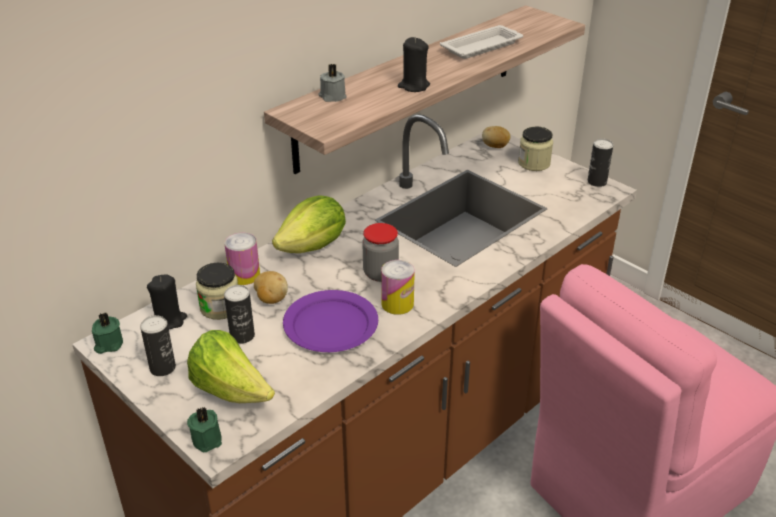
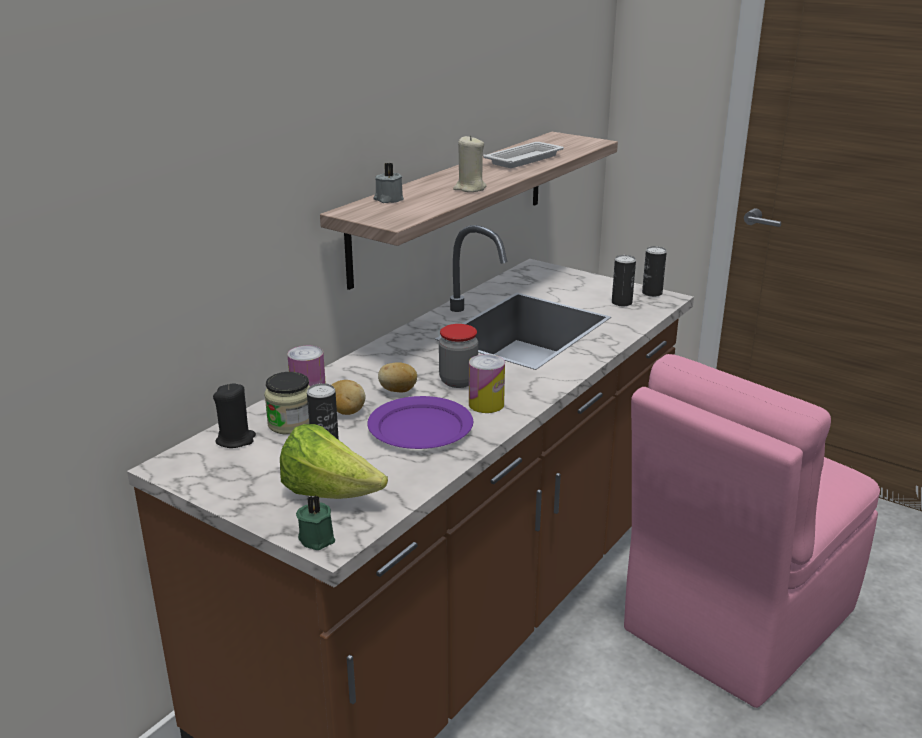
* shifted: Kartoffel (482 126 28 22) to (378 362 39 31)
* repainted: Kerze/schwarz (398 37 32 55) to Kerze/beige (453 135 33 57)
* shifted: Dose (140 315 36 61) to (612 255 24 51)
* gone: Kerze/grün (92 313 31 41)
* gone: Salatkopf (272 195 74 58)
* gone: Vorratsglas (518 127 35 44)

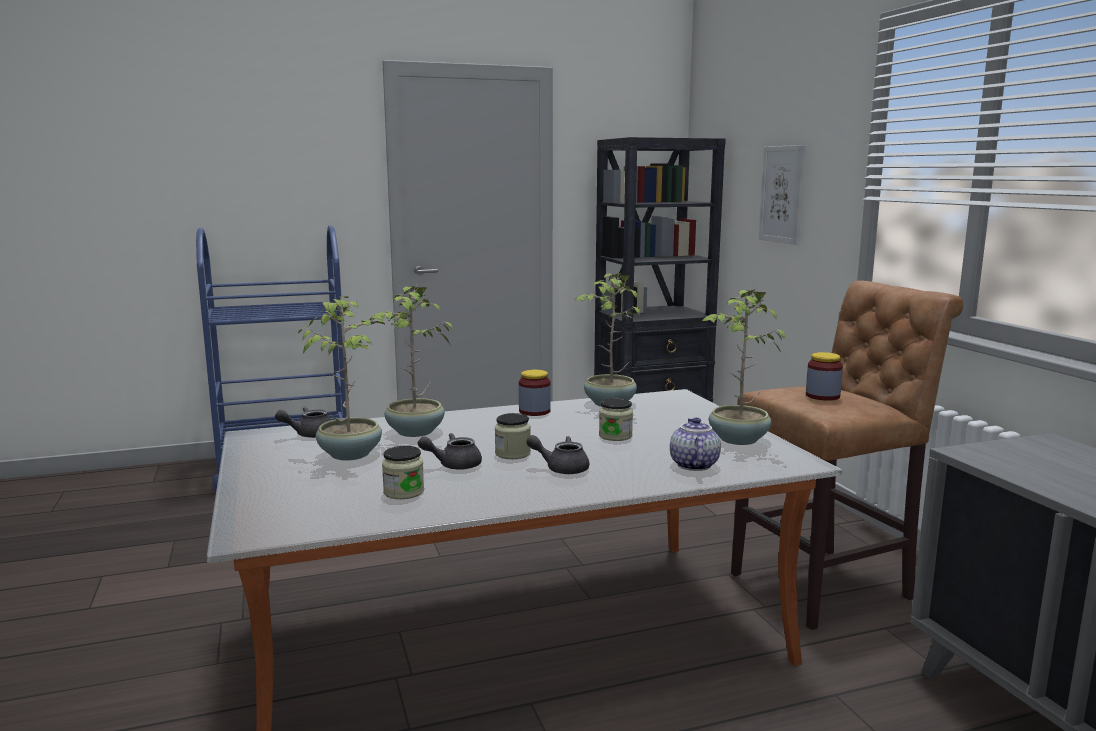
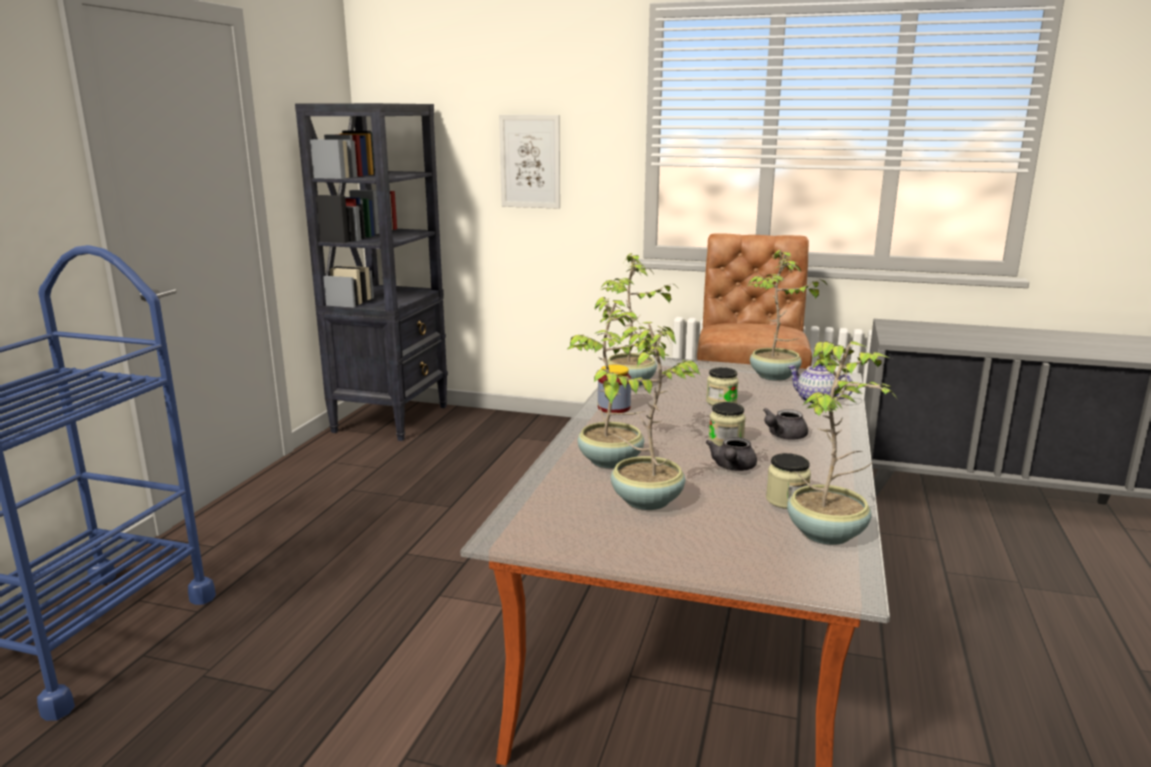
* new: Topfpflanze (787 341 109 204)
* gone: Teekanne/grau (275 407 56 31)
* gone: Vorratsglas (806 352 37 49)

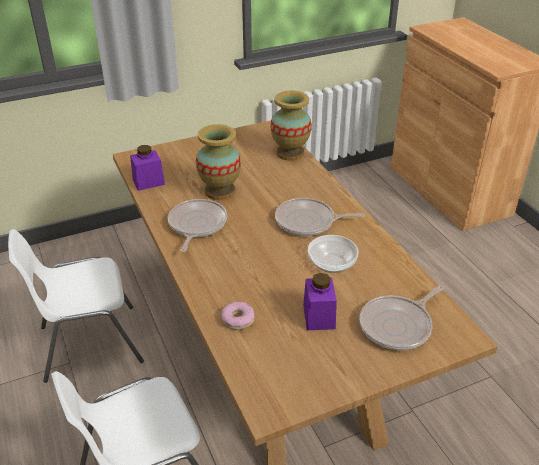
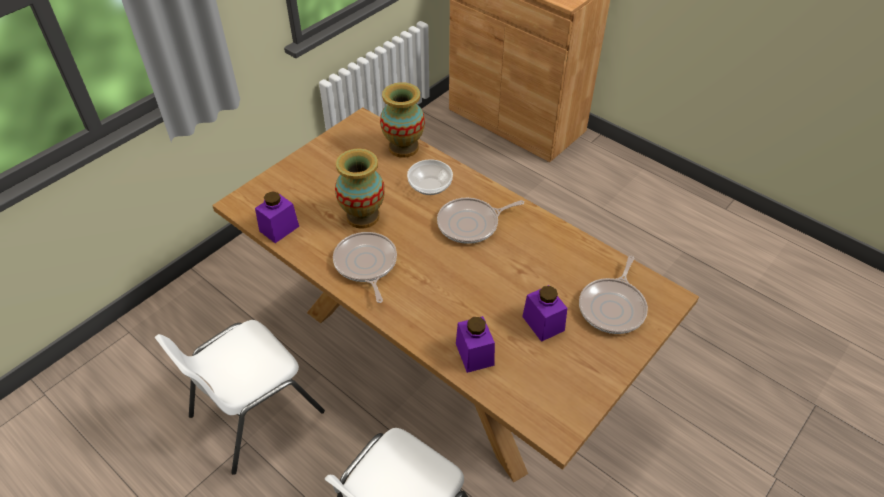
* shifted: Schüssel (308 235 50 38) to (407 159 46 36)
* swapped: Donut (221 301 33 29) to Vorratsglas/lila (456 316 39 57)

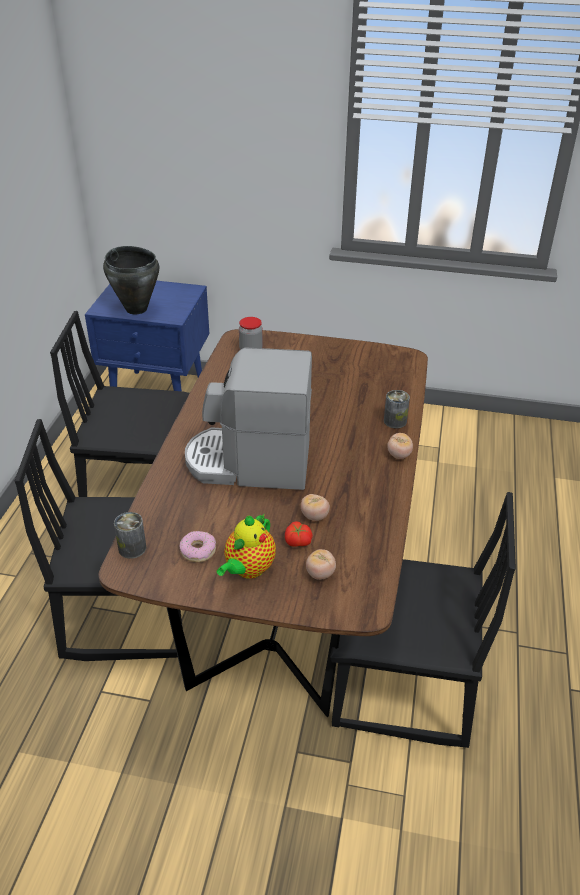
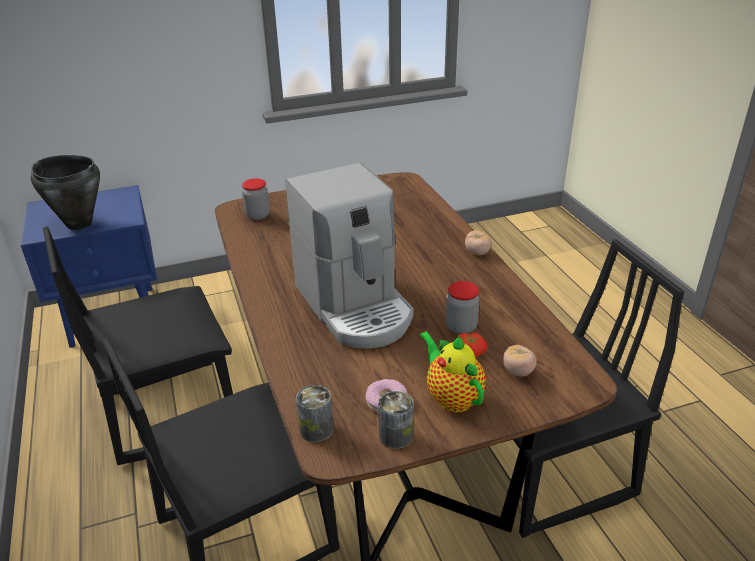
* rotated: Kaffeemaschine (185 347 127 143) = (285 163 129 186) 90 degrees counterclockwise
* shifted: Dose (384 390 26 39) to (378 391 35 58)
* rotated: Teekanne (217 514 59 65) = (419 331 67 81) 150 degrees clockwise
* swapped: Tomate (301 494 29 27) to Vorratsglas (446 281 34 53)

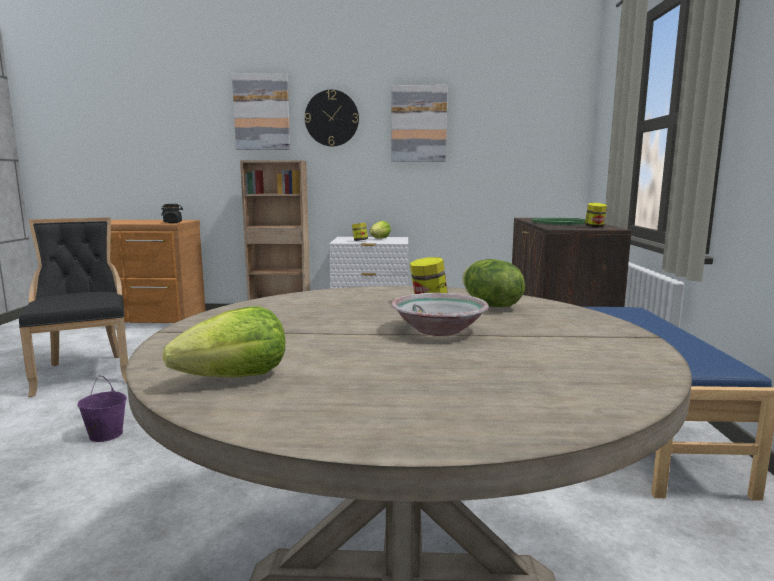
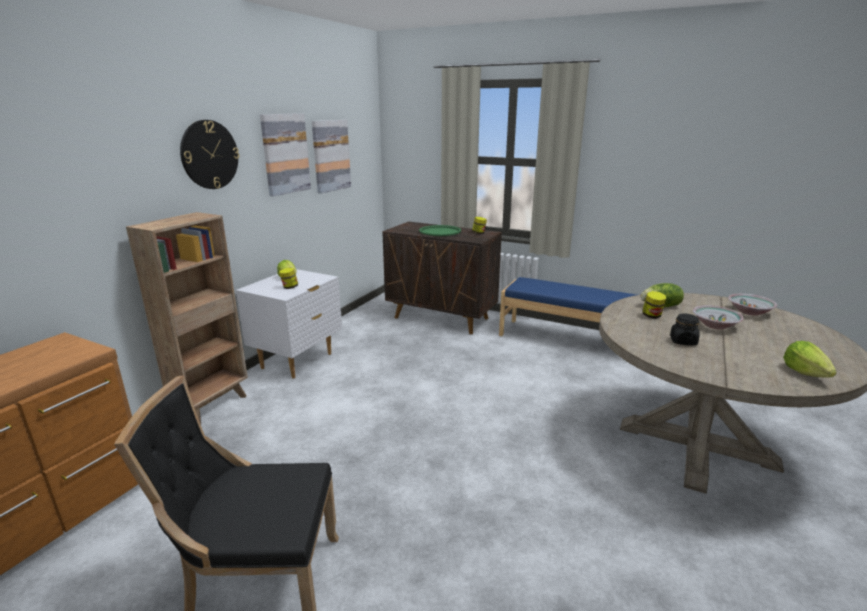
* shifted: Bild (232 73 58 77) to (312 120 39 74)
* shifted: Vorratsglas/schwarz (161 204 22 19) to (670 313 30 33)
* new: Schüssel (728 294 49 22)
* gone: Eimer/lila (77 375 50 67)

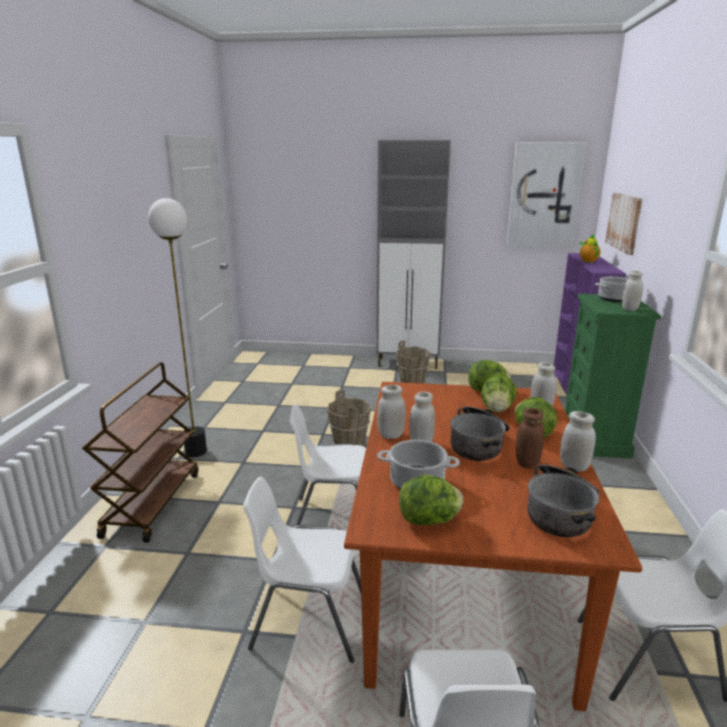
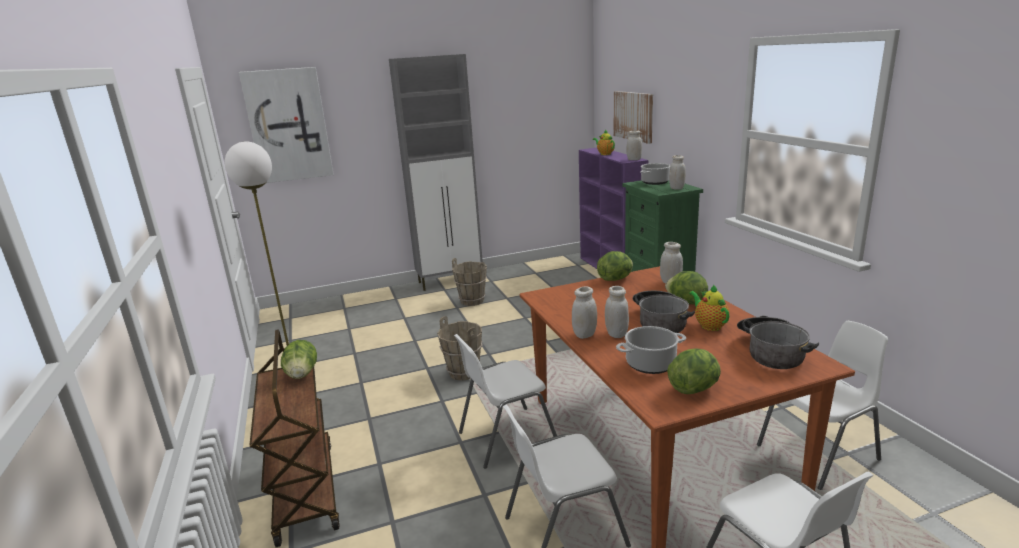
* shifted: Bild (507 142 80 106) to (239 67 95 116)
* shifted: Salatkopf (481 374 36 39) to (281 340 36 39)
* shifted: Vorratsglas/weiß (560 411 36 61) to (626 130 16 30)
* swapped: Vorratsglas/braun (516 408 28 61) to Teekanne (689 284 40 47)

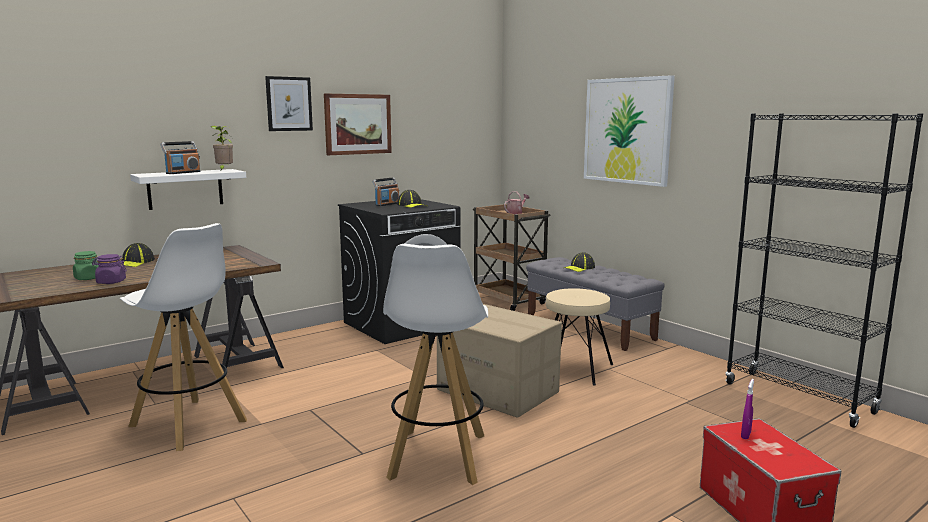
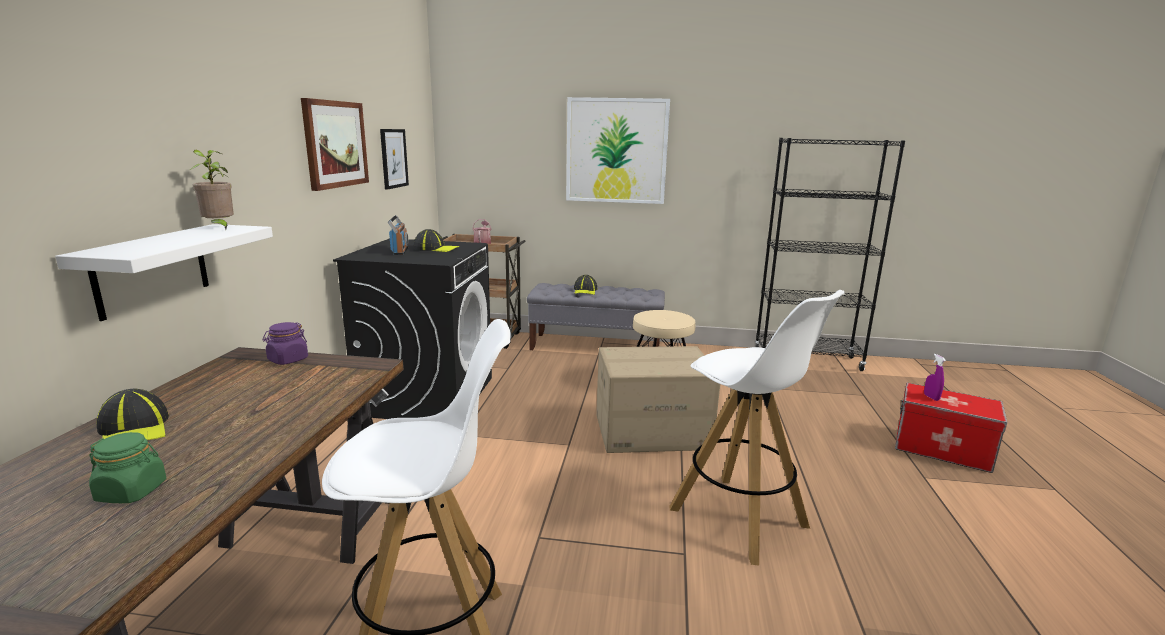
* shifted: Vorratsglas/lila (92 254 35 30) to (262 322 46 43)
* shifted: Bild (265 76 48 55) to (380 129 29 61)
* gone: Radio (160 141 41 33)

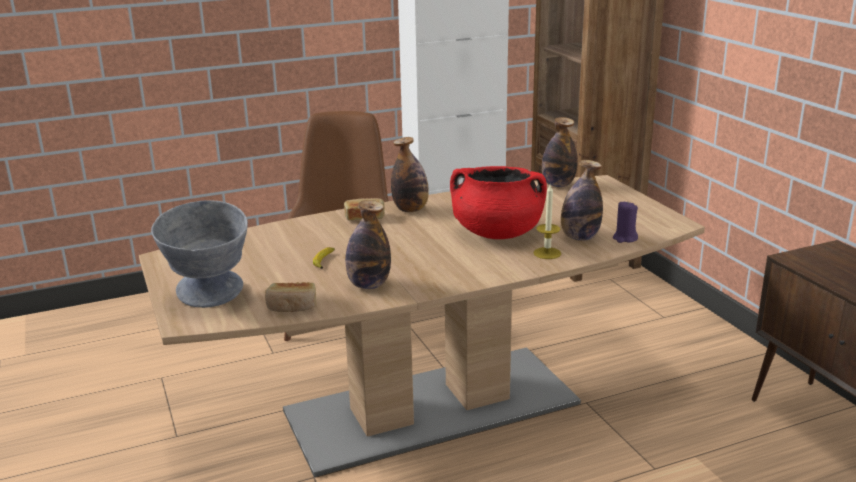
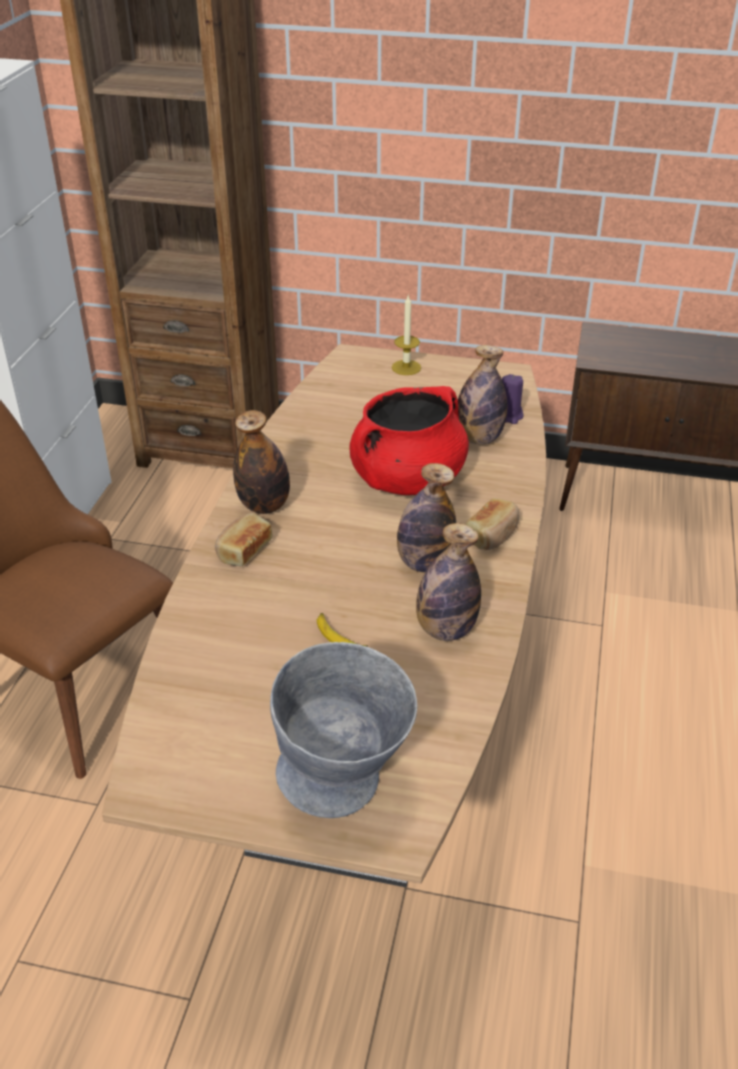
* shifted: Kerze (534 185 27 74) to (392 294 29 81)
* shifted: Flasche (542 117 36 70) to (397 463 59 109)
* shifted: Brot (265 282 51 30) to (466 498 53 52)

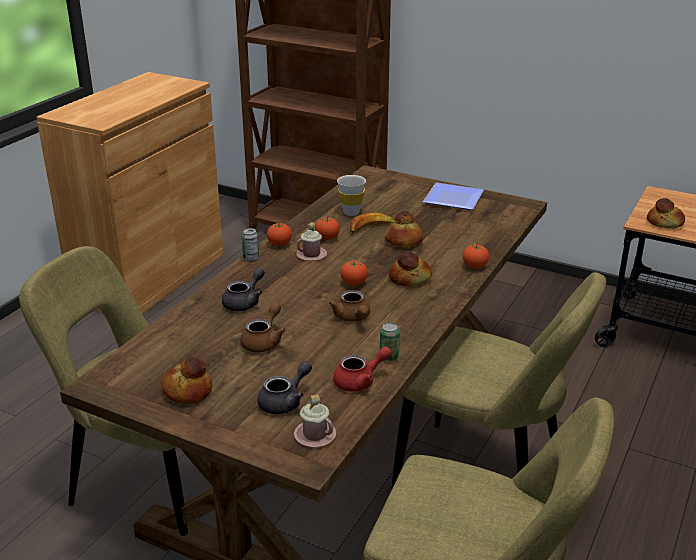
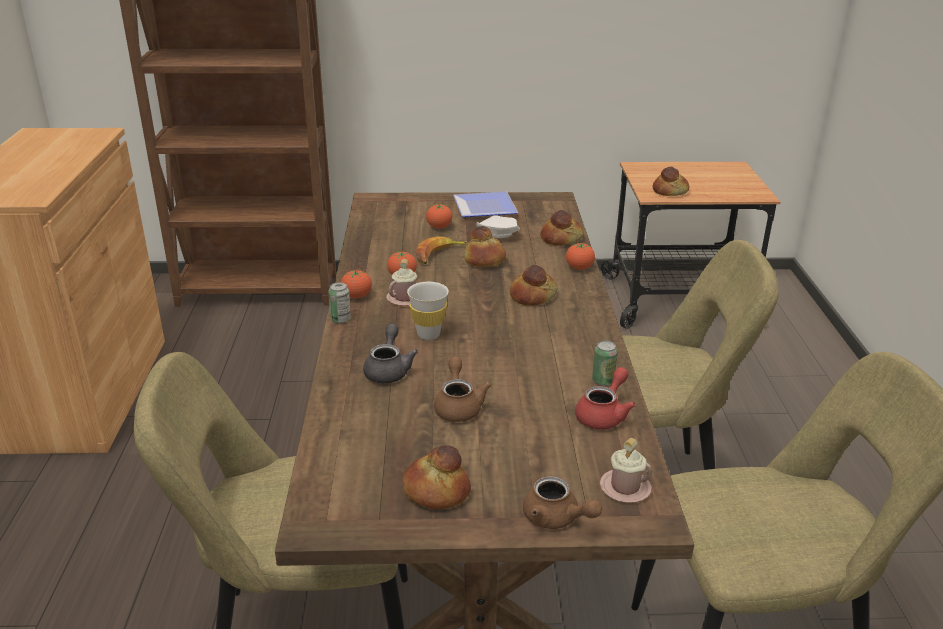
* shifted: Tasse/weiß (337 175 29 41) to (407 282 42 58)
* shifted: Tomate (340 260 28 26) to (426 204 27 25)
* new: Teller/weiß (476 215 44 23)
* shifted: Teekanne/braun (329 290 41 32) to (523 476 79 53)
* new: Brot (540 210 43 36)
* gone: Teekanne/grau (258 361 54 53)

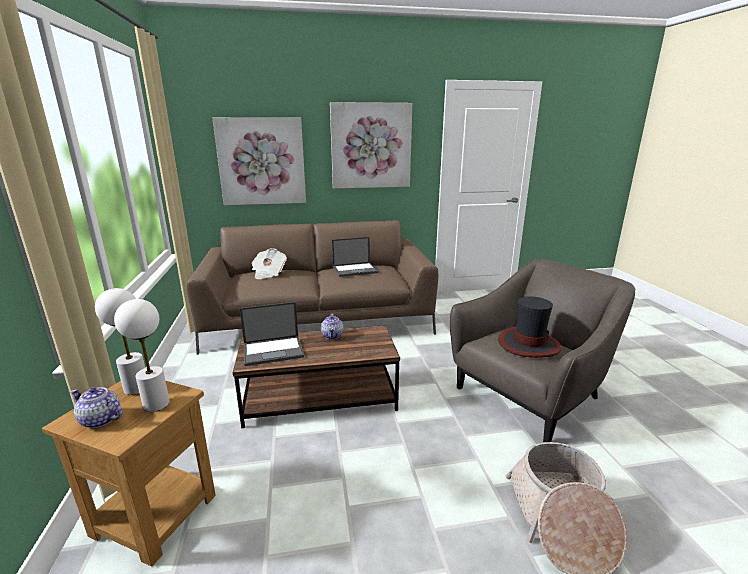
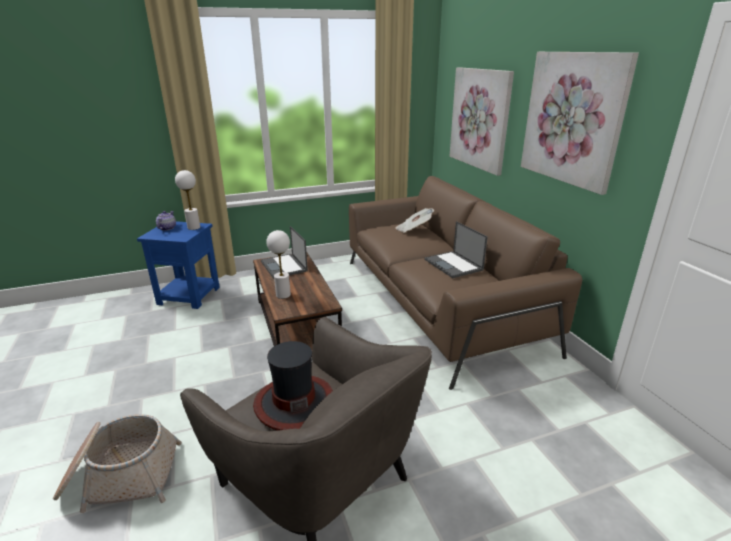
* repainted: Beistelltisch/braun (42 381 174 186) to Beistelltisch/blau (137 221 83 88)
* shifted: Tischlampe/weiß (114 299 56 113) to (266 230 25 69)
* gone: Teekanne (321 313 23 26)

